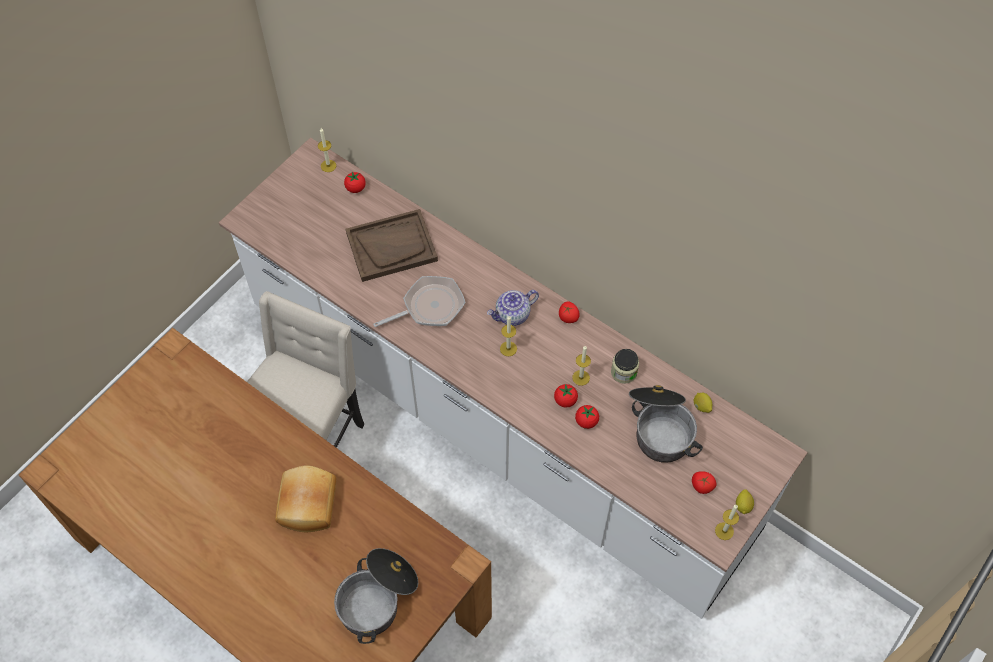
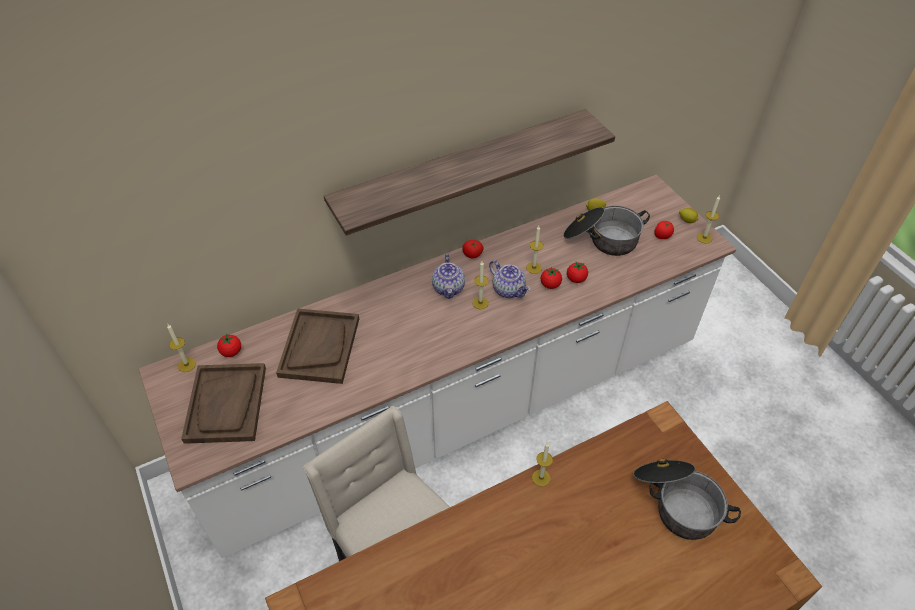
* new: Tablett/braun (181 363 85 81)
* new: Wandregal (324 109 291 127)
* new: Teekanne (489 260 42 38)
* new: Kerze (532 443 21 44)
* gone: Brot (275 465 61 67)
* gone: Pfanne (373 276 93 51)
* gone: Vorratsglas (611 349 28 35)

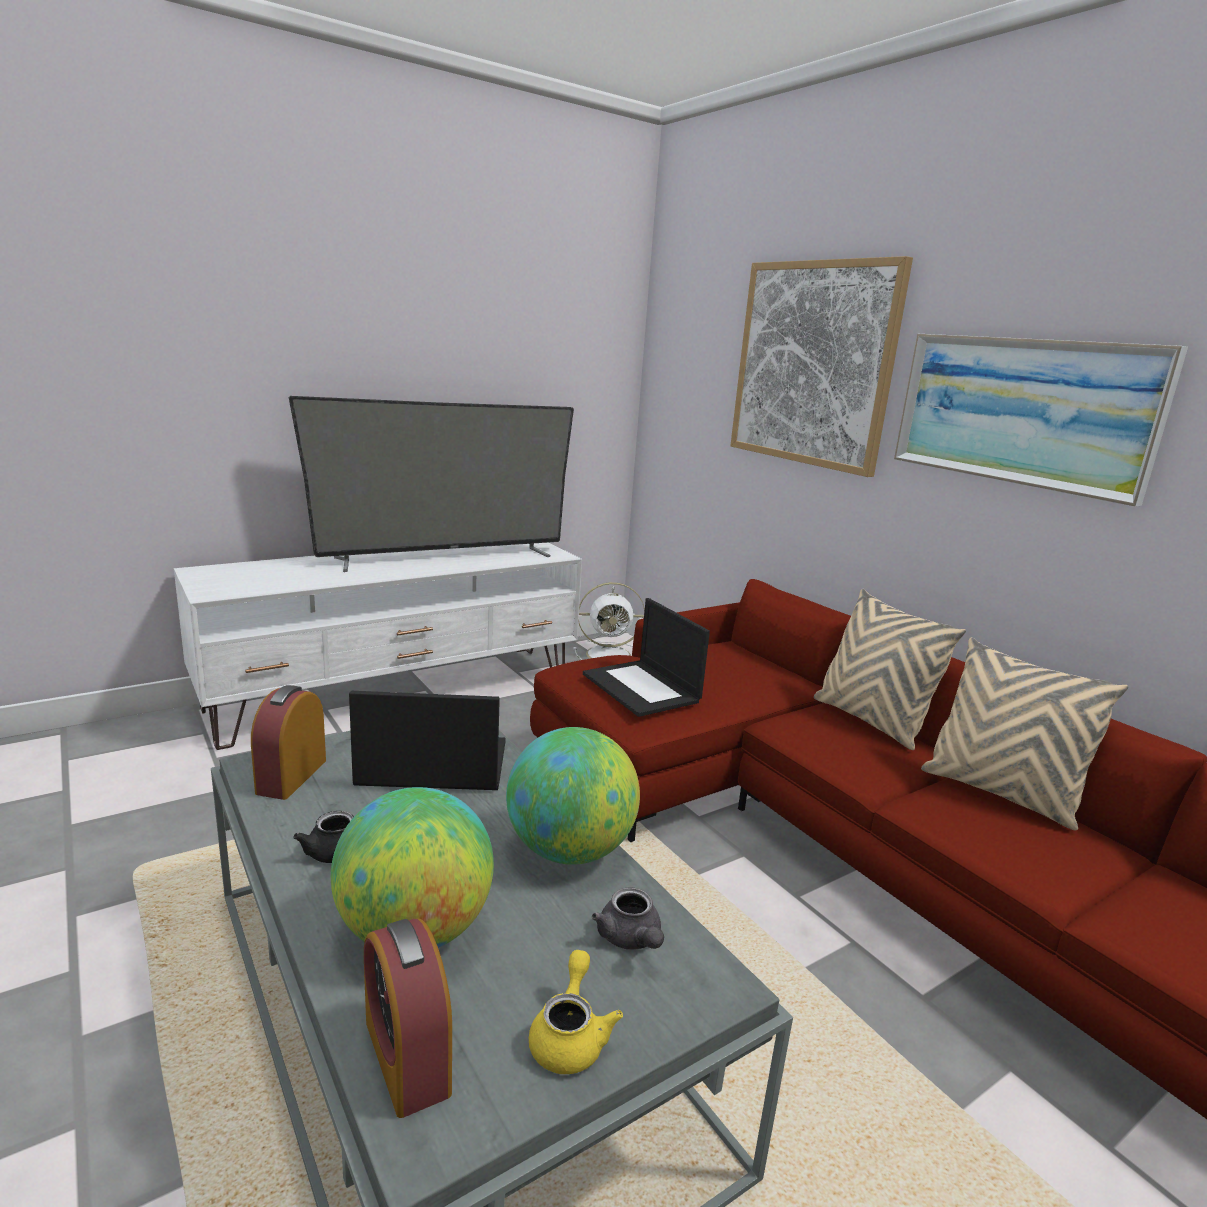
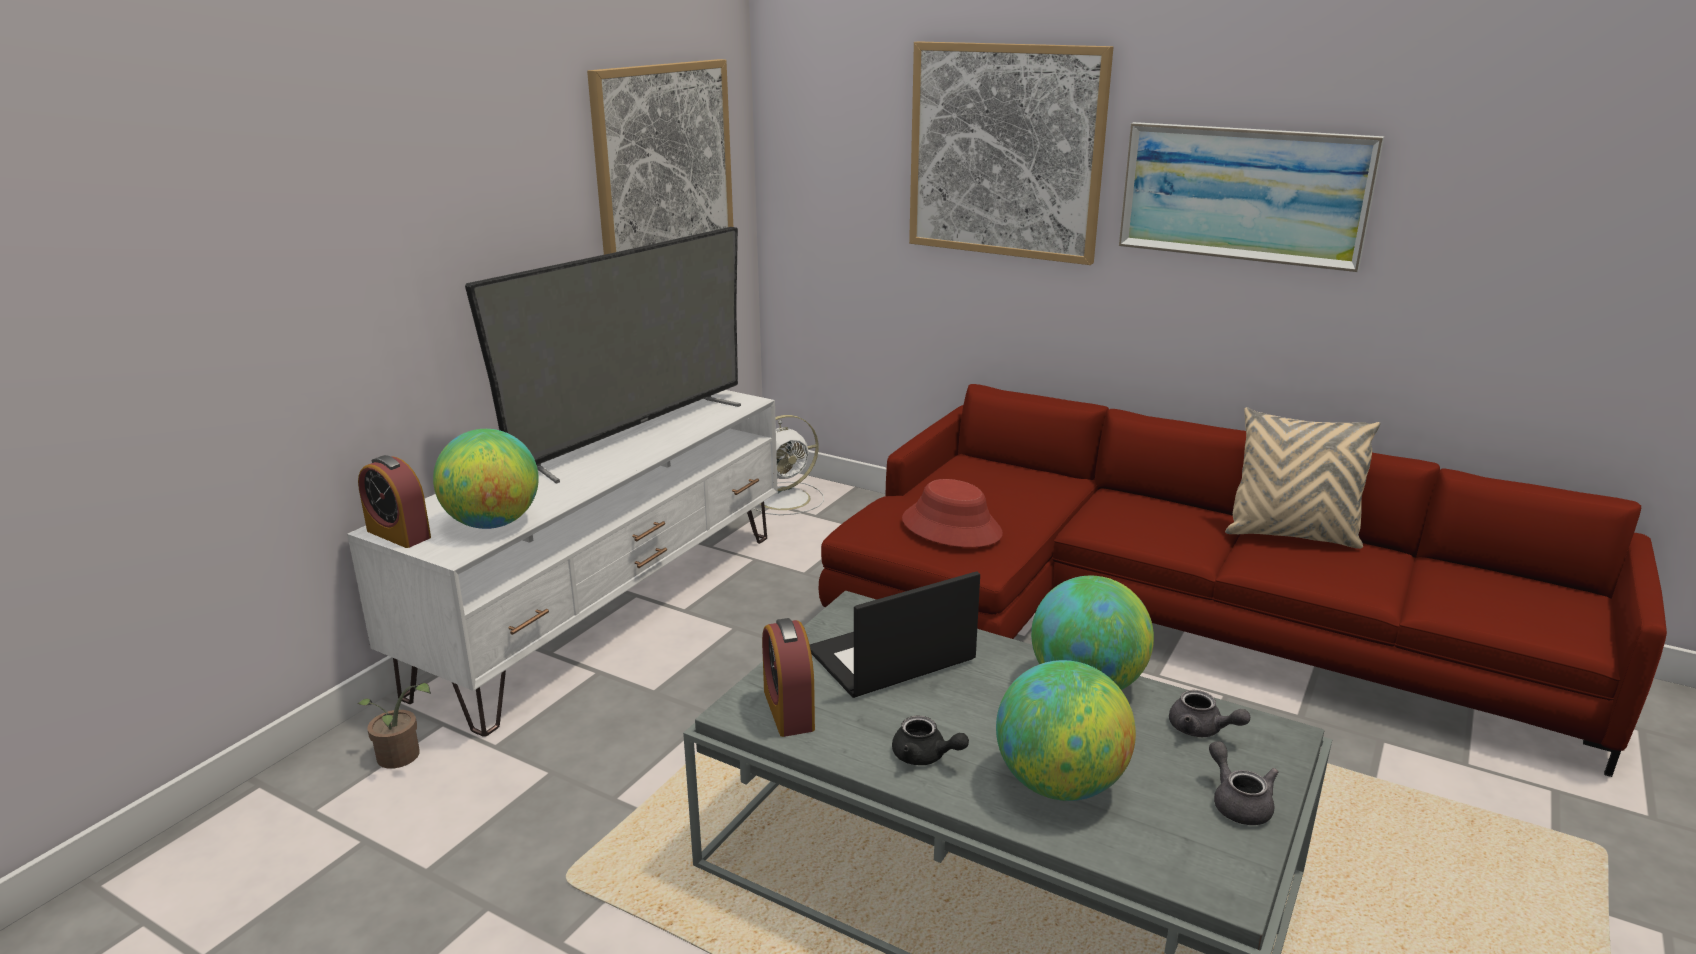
* shifted: Wecker (364 919 88 199) to (358 455 73 93)
* new: Topfpflanze (358 683 73 86)
* new: Globus (433 429 106 100)
* new: Bild (587 59 146 196)
* swapped: Laptop (583 598 127 119) to Hut/rot (902 479 101 68)
* repainted: Teekanne/gelb (529 950 94 124) to Teekanne/grau (1209 741 69 84)
* gone: Kissen/beige (814 589 152 161)

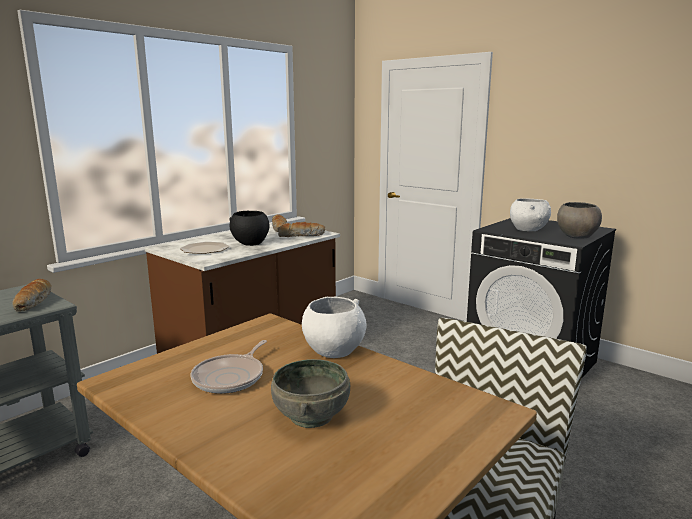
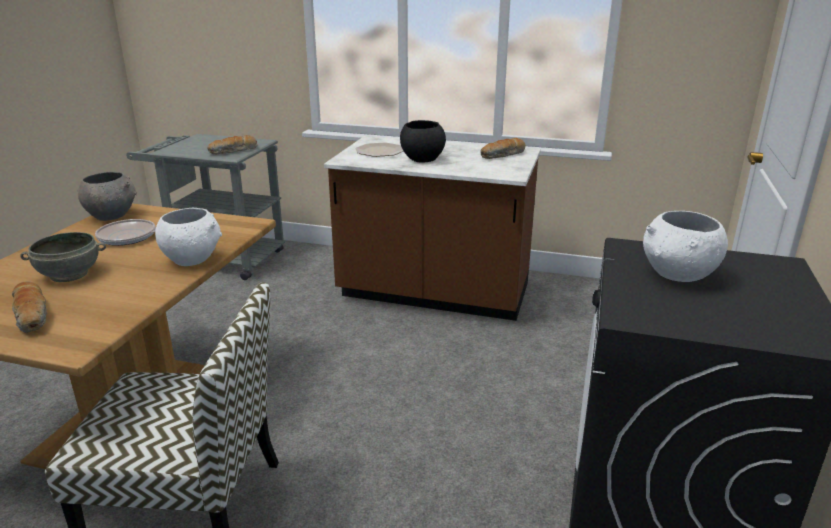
* shifted: Brot (278 222 47 15) to (12 281 35 52)
* shifted: Schüssel/grau (557 202 45 37) to (78 172 59 49)

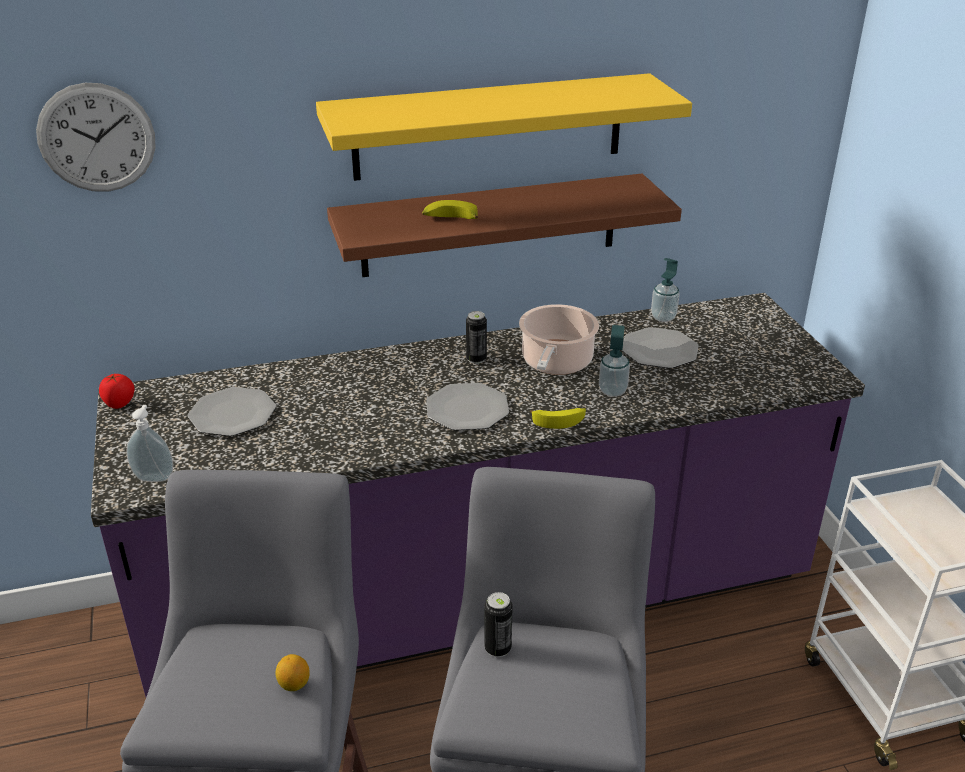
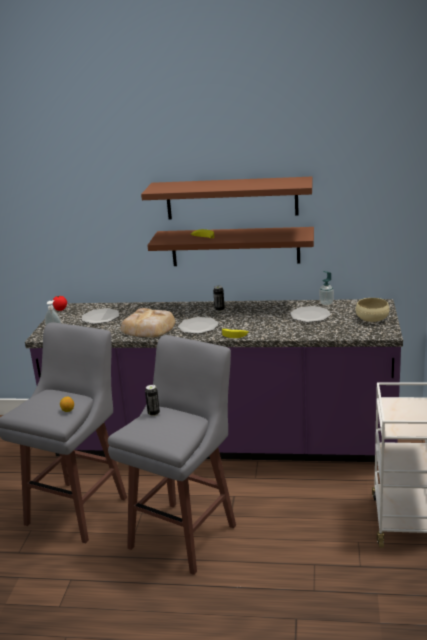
* new: Brot (121 308 55 29)
* repainted: Wandregal/gelb (316 73 376 108) to Wandregal/braun (141 177 172 42)
* new: Schüssel/beige (356 298 34 24)
* gone: Wanduhr (36 83 120 109)
* gone: Kochtopf (519 304 80 71)
* gone: Seifenspender (599 325 31 72)

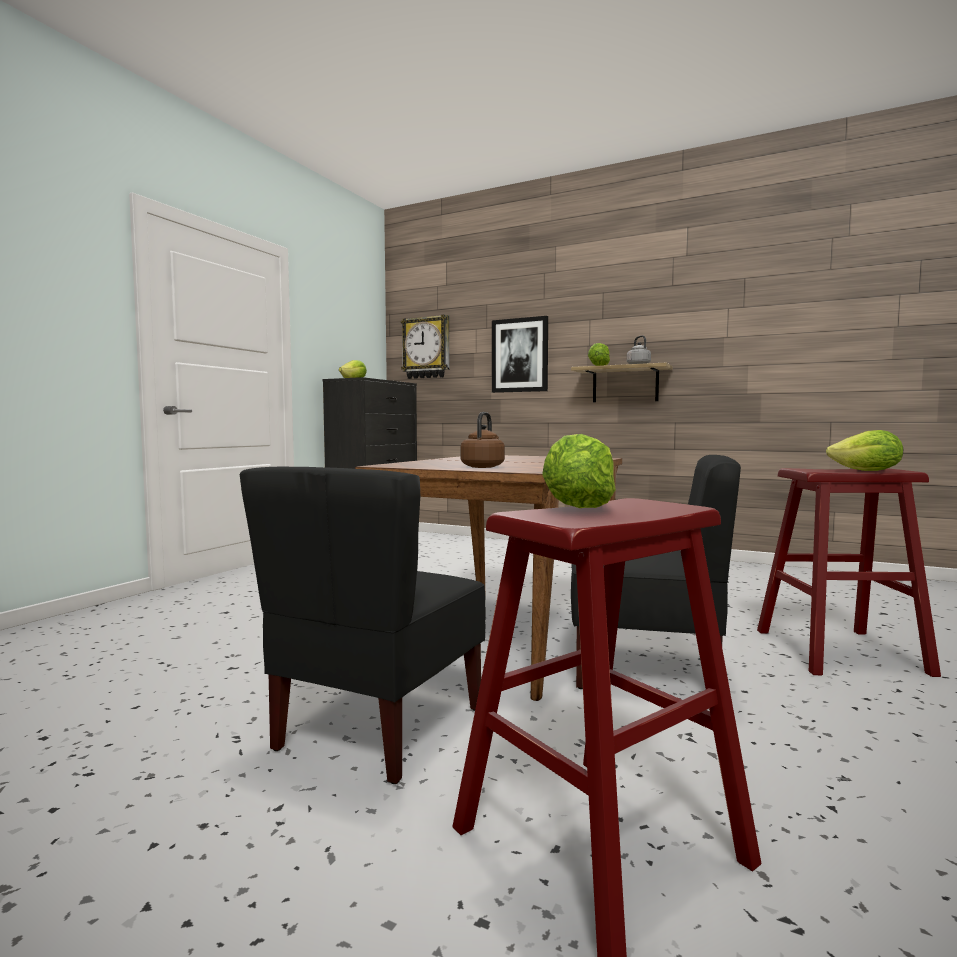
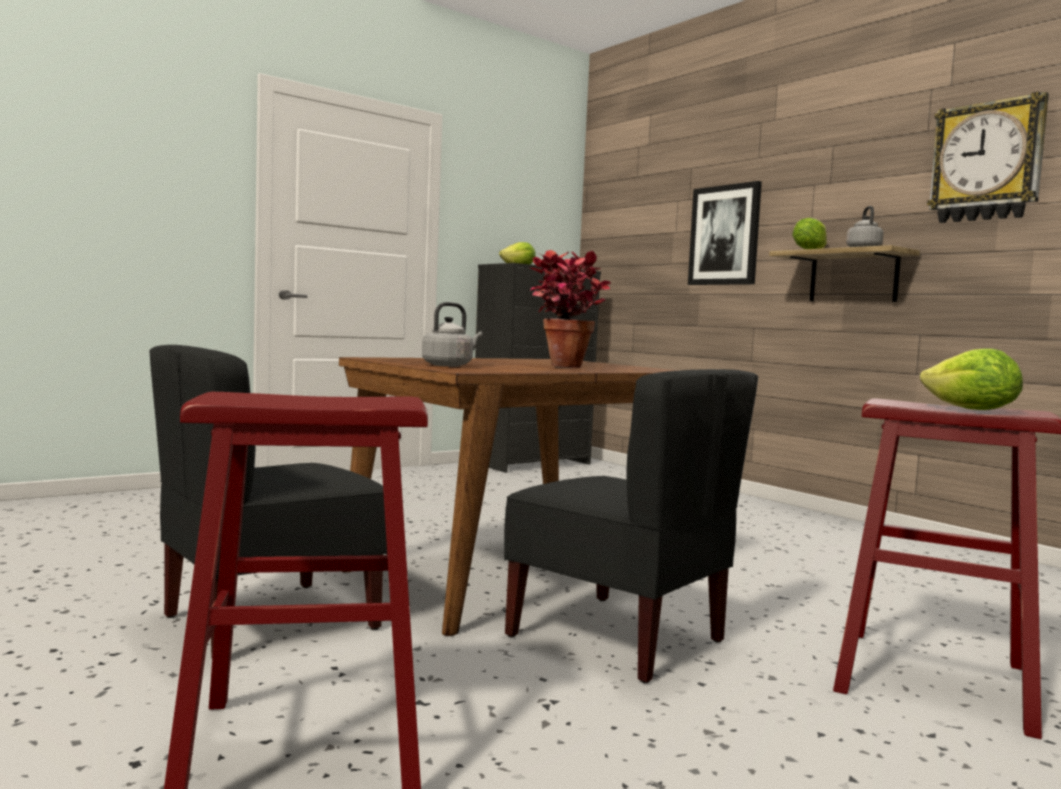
* repainted: Wasserkessel/braun (460 412 45 56) to Wasserkessel/grau (422 302 60 64)
* new: Topfpflanze (530 250 81 118)
* shifted: Wanduhr (401 315 48 64) to (927 92 122 131)
* gone: Salatkopf (542 434 74 74)

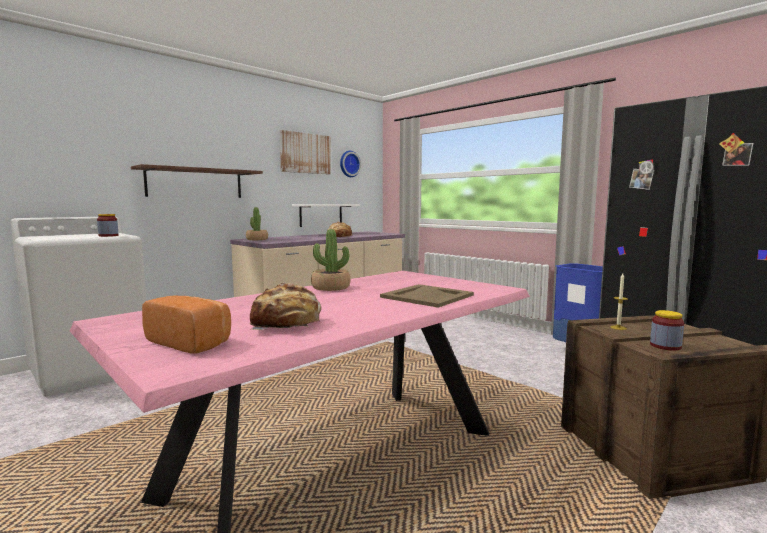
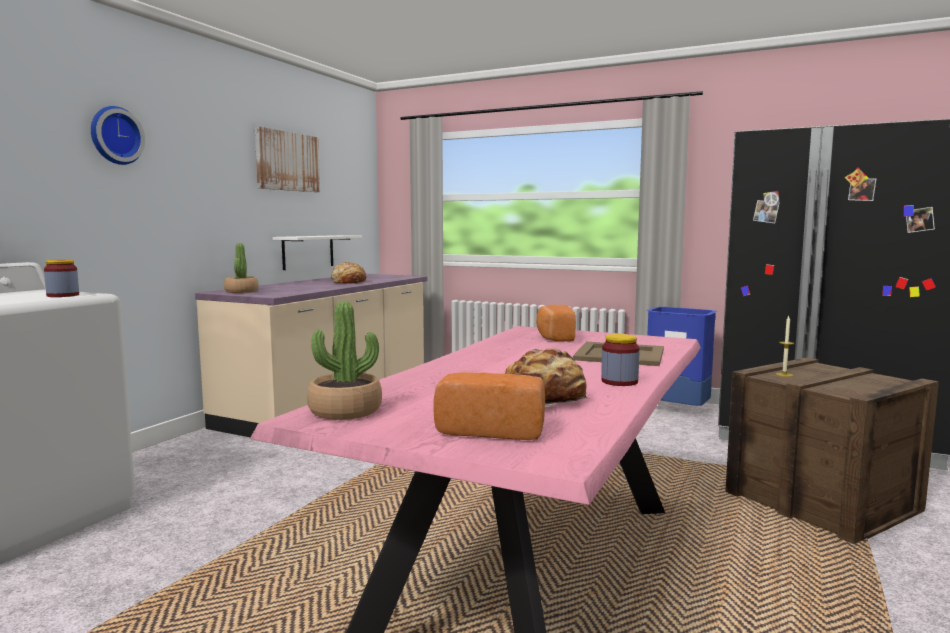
* shifted: Wanduhr (340 151 21 26) to (91 106 54 59)
* shifted: Topfpflanze (311 229 39 62) to (307 301 75 119)
* new: Brot (536 305 40 37)
* shifted: Vorratsglas (650 310 34 41) to (601 334 38 52)
* gone: Wandregal/braun (131 164 132 34)

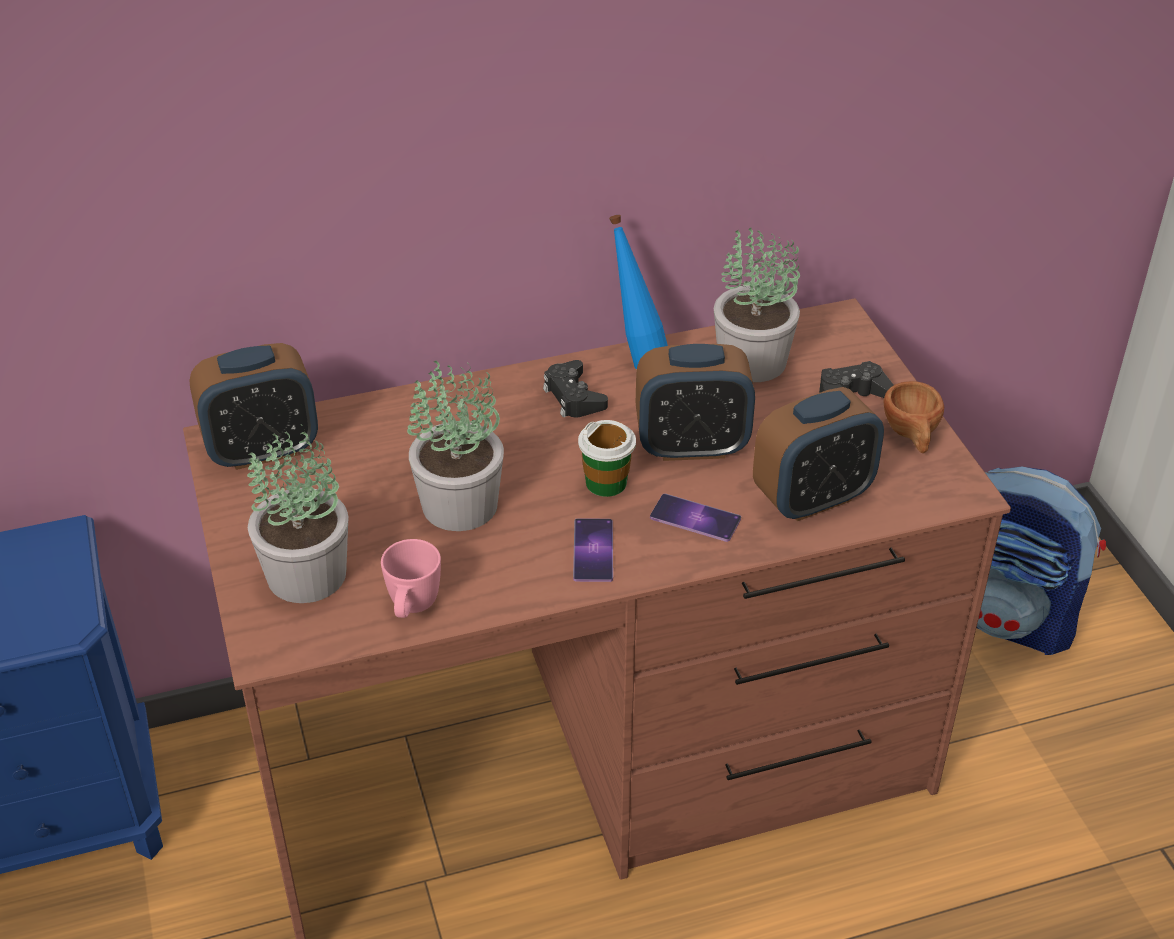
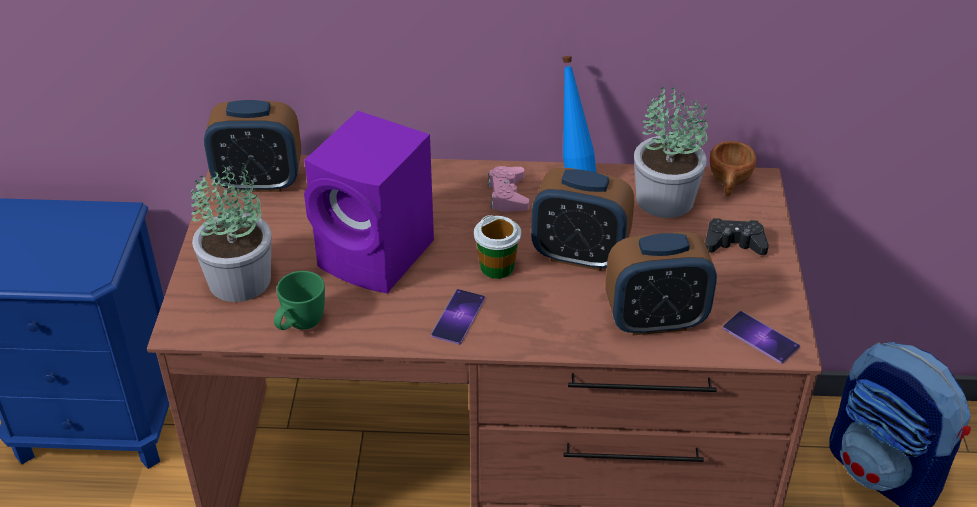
* repainted: Henkelbecher/rosa (381 539 60 79) to Henkelbecher/grün (274 271 51 59)
* swapped: Topfpflanze (407 361 97 170) to Lautsprecher/lila (304 111 130 183)
* repainted: Gamepad/schwarz (543 360 65 58) to Gamepad/rosa (488 166 41 46)
* shifted: Tasse/braun (884 381 60 72) to (710 141 46 55)
* shifted: Handy (650 494 91 48) to (723 311 77 53)

